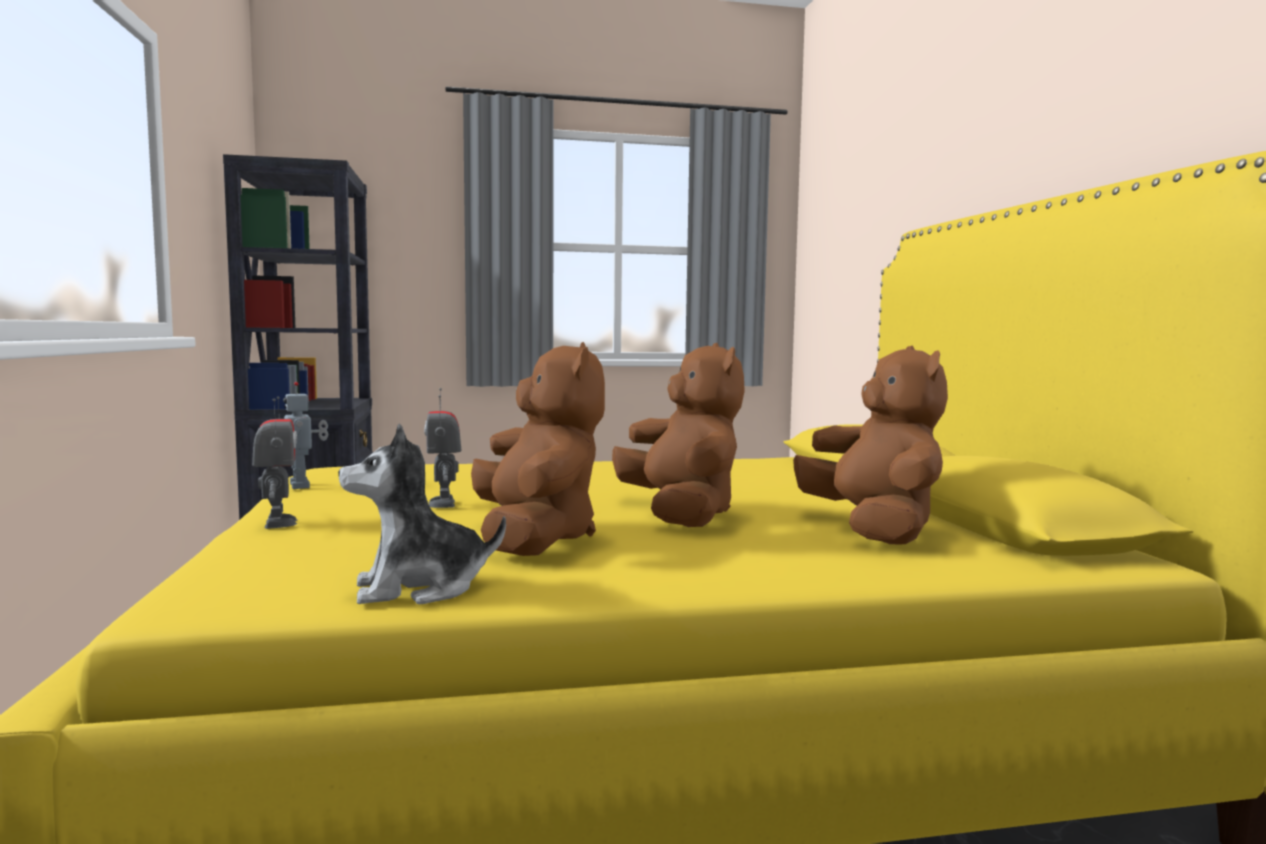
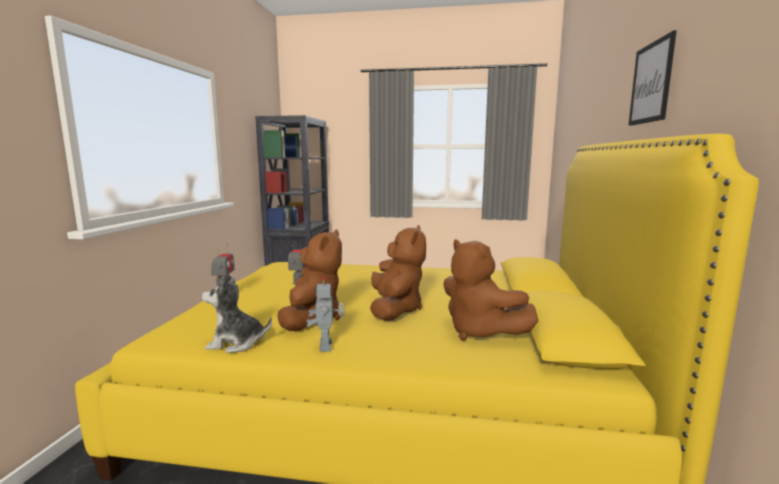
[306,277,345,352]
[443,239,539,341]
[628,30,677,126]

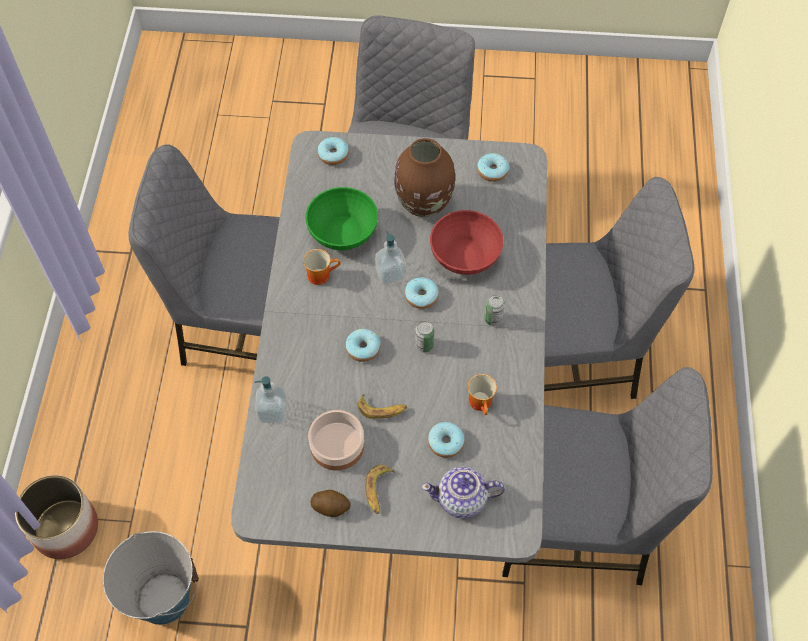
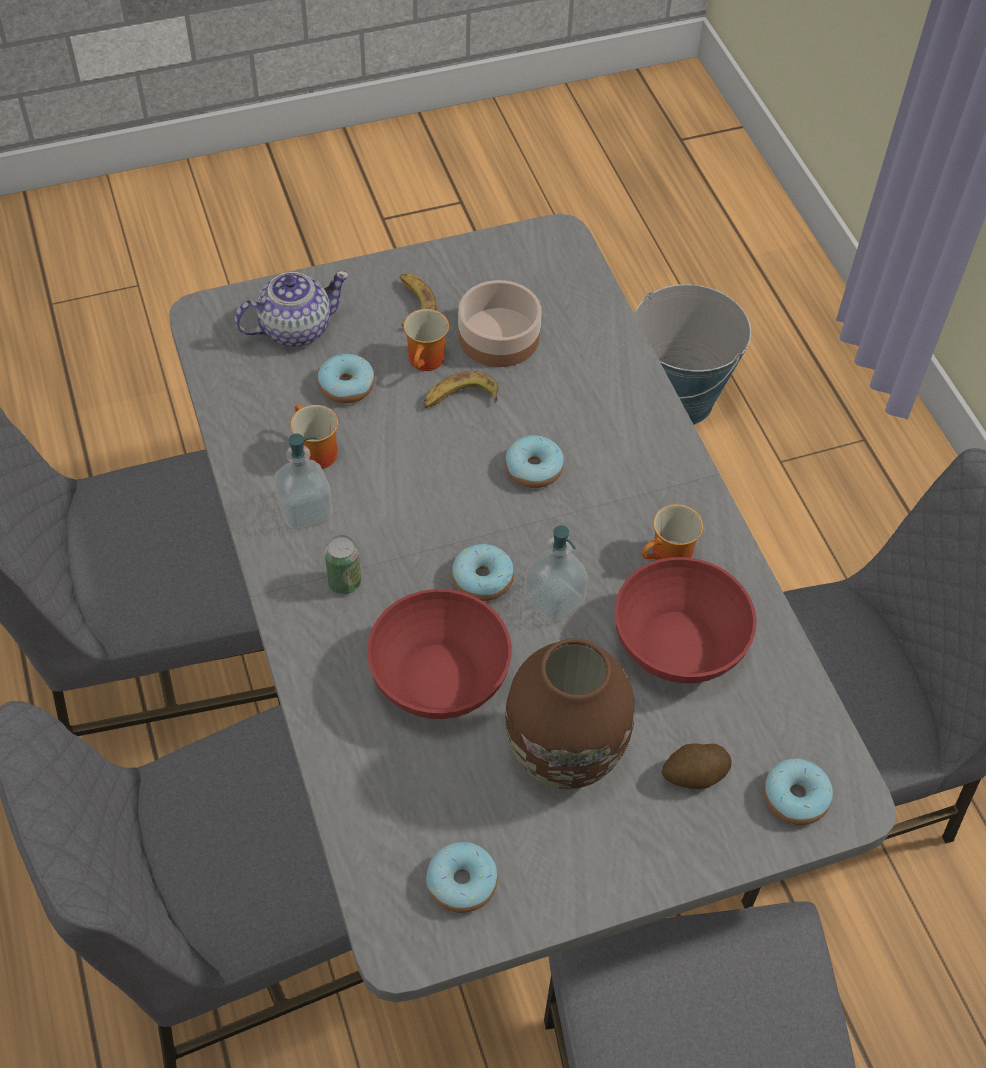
[15,475,98,559] (first image)
[274,434,333,530]
[614,557,757,683]
[662,743,732,789]
[415,321,434,352] (first image)
[403,309,449,371]

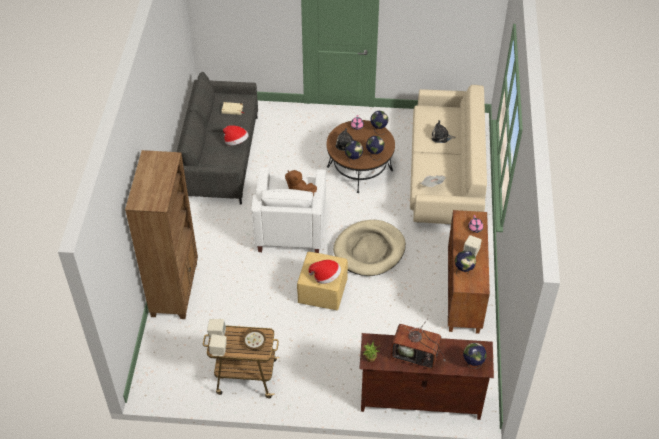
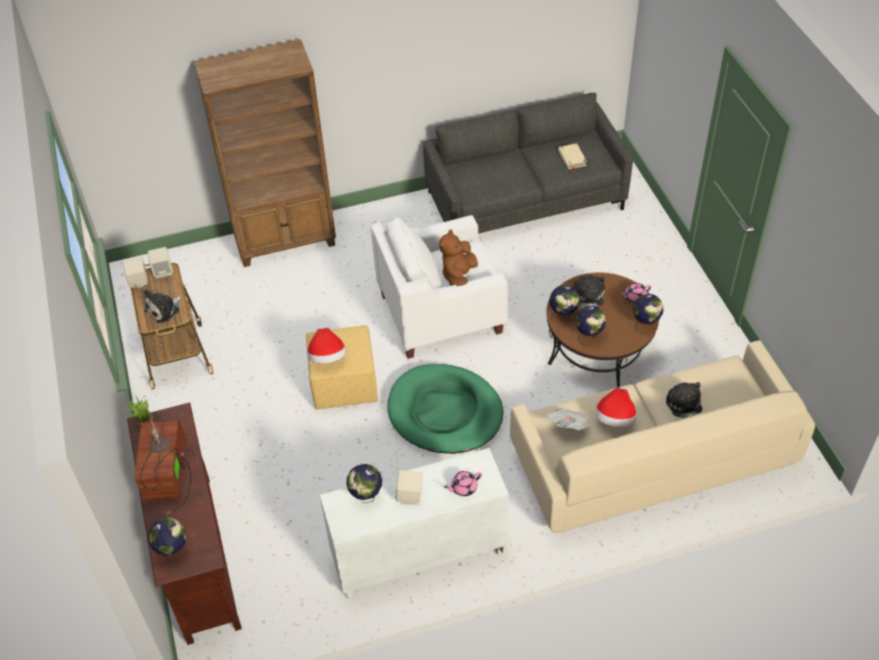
[595,388,636,427]
[145,289,182,323]
[387,364,504,454]
[320,448,509,599]

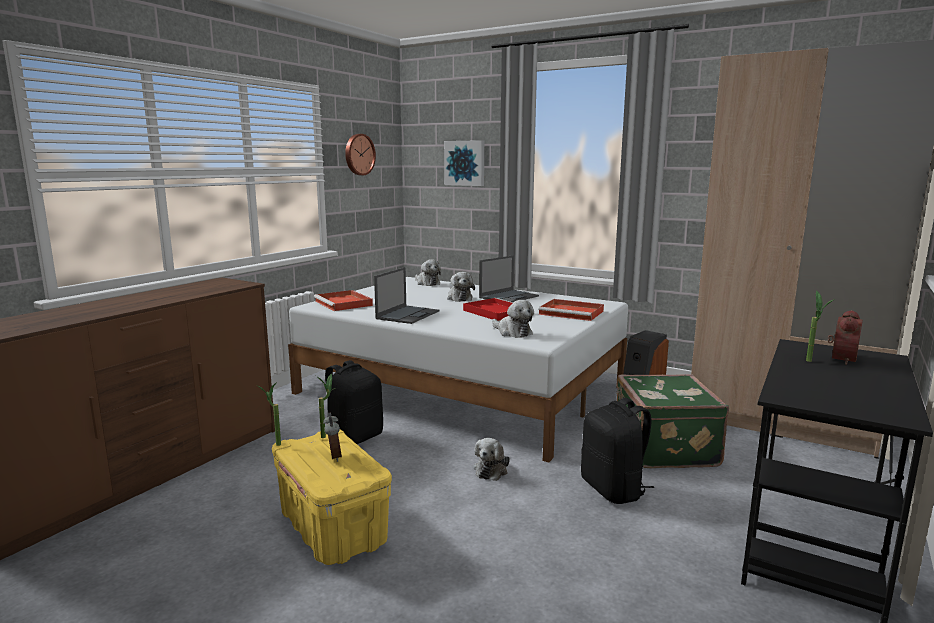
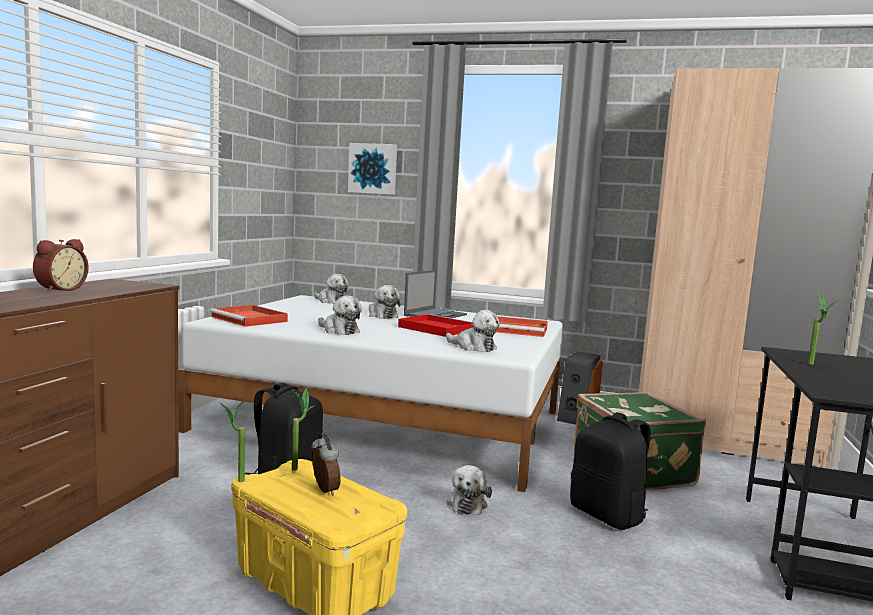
[345,134,376,175] (first image)
[318,295,362,335]
[33,239,89,292]

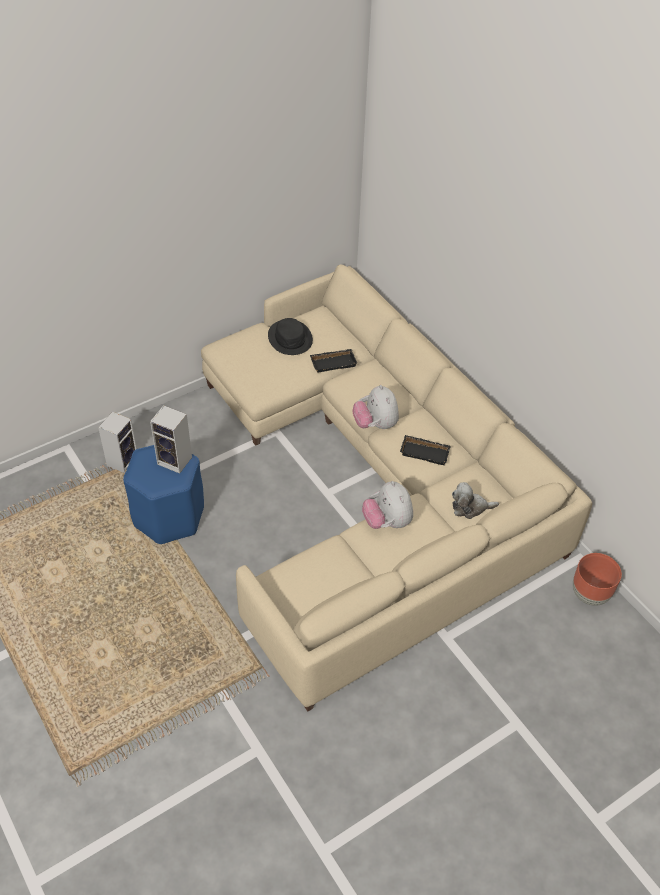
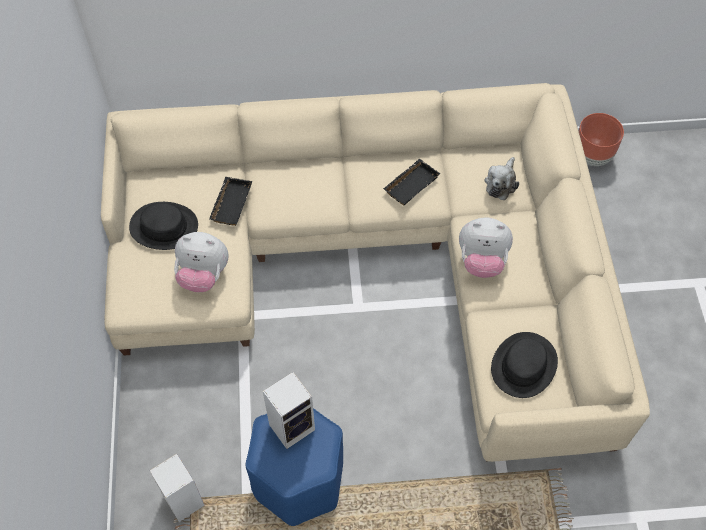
[174,232,229,292]
[491,332,558,398]

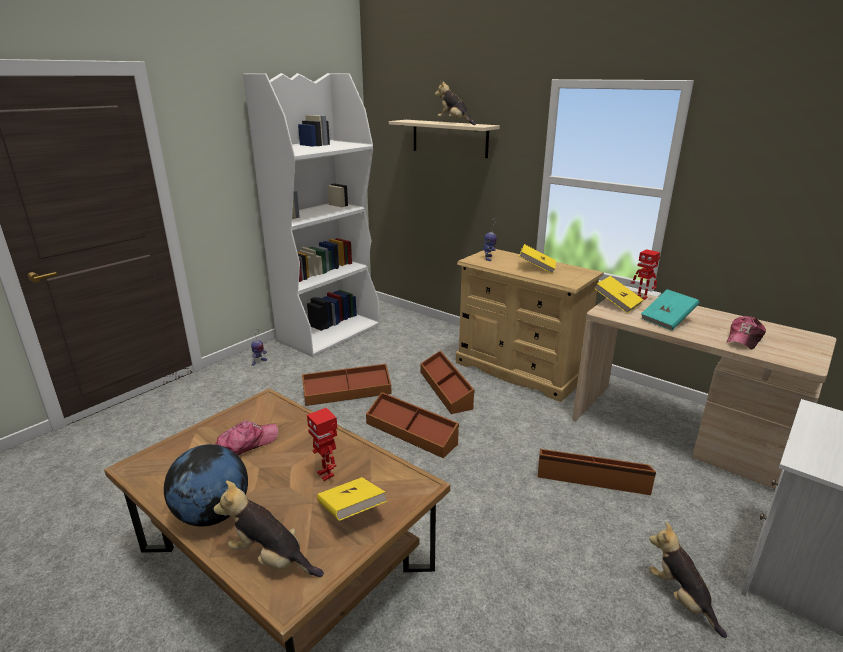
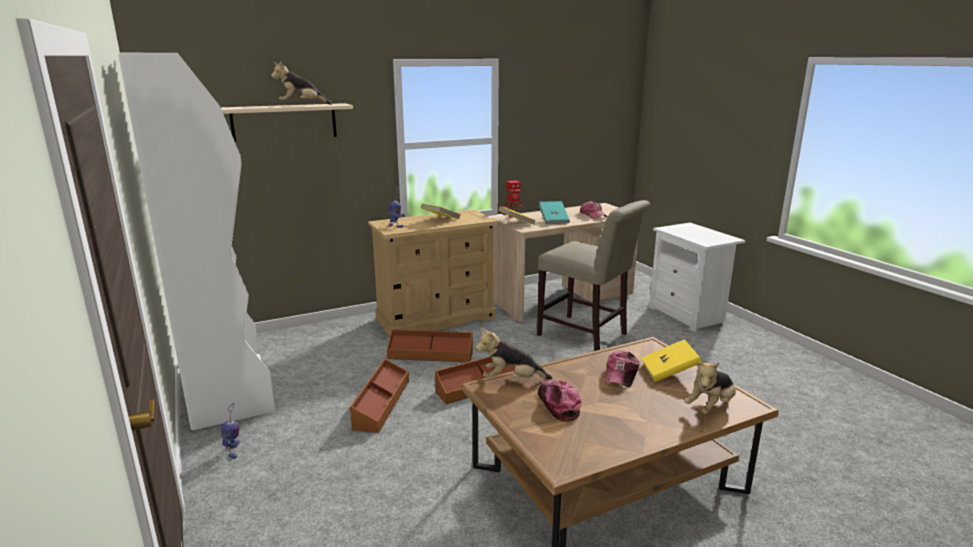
[164,444,248,526] (first image)
[605,351,639,388]
[537,200,650,351]
[476,328,552,379]

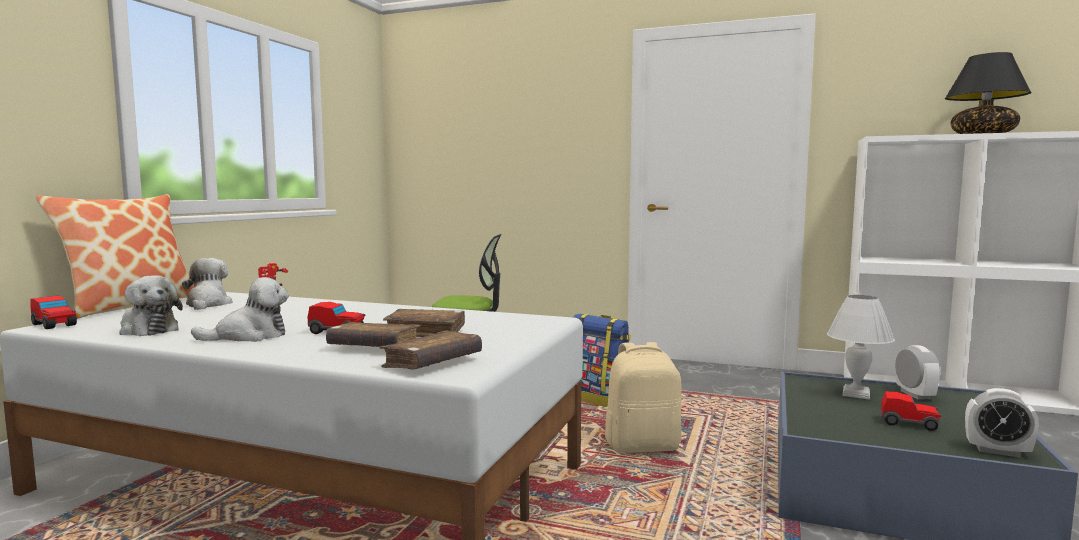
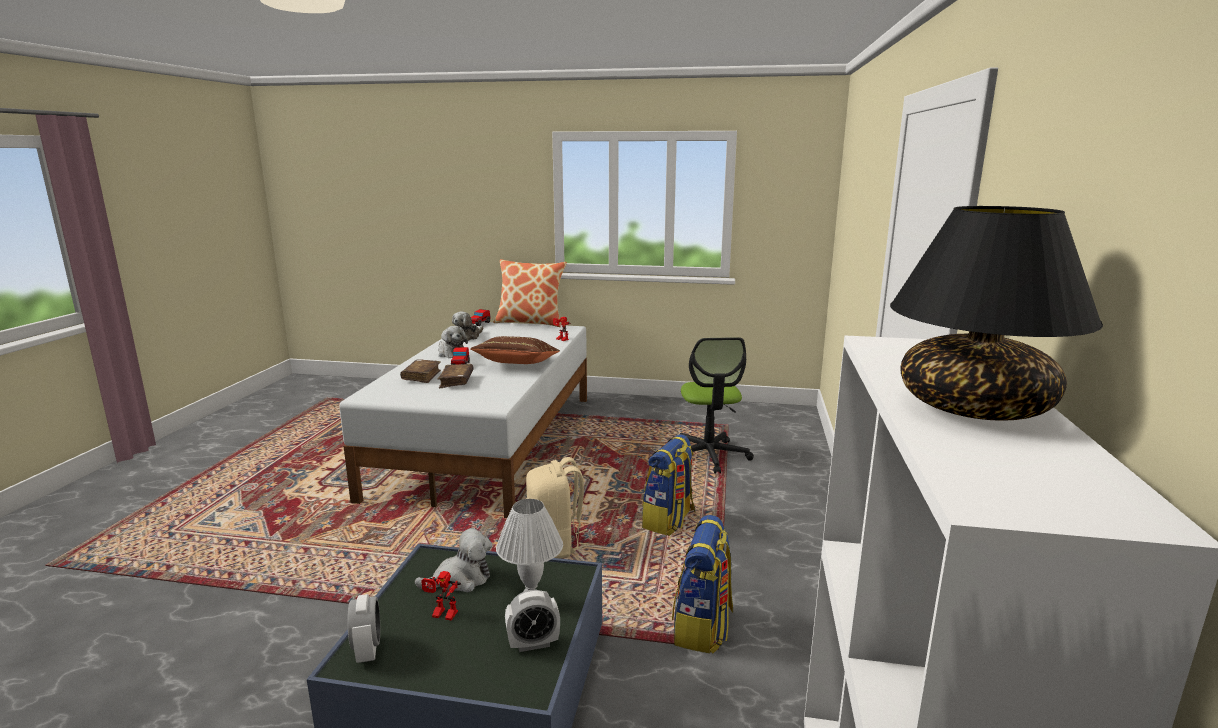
[414,528,492,593]
[379,331,482,369] (first image)
[421,571,461,620]
[347,594,380,663]
[470,336,560,364]
[672,515,733,654]

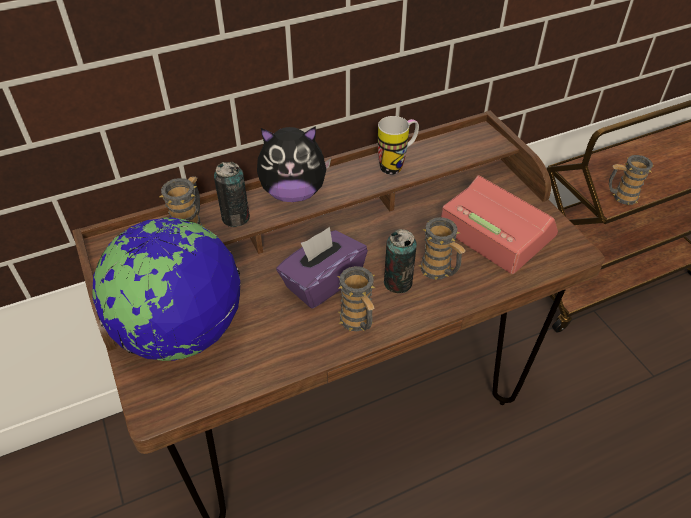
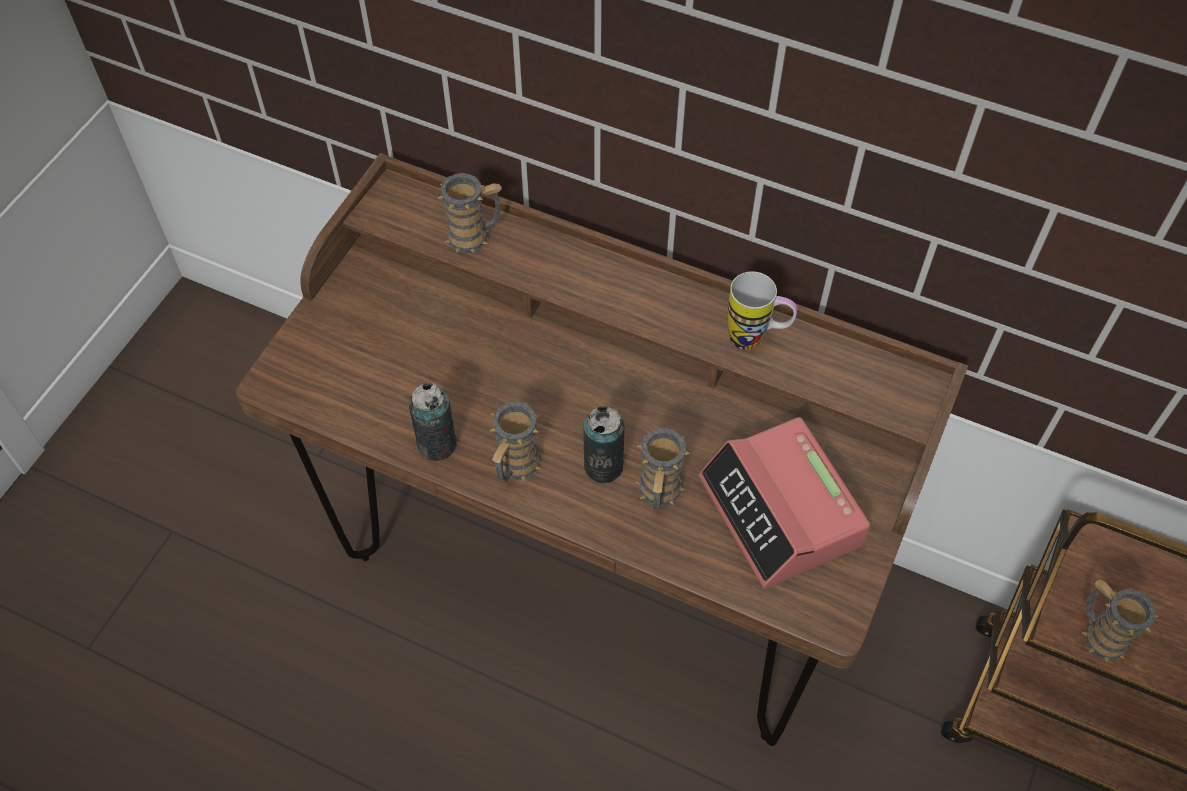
[92,218,240,361] (first image)
[409,383,457,461]
[257,126,331,202] (first image)
[276,227,368,308] (first image)
[698,417,870,588]

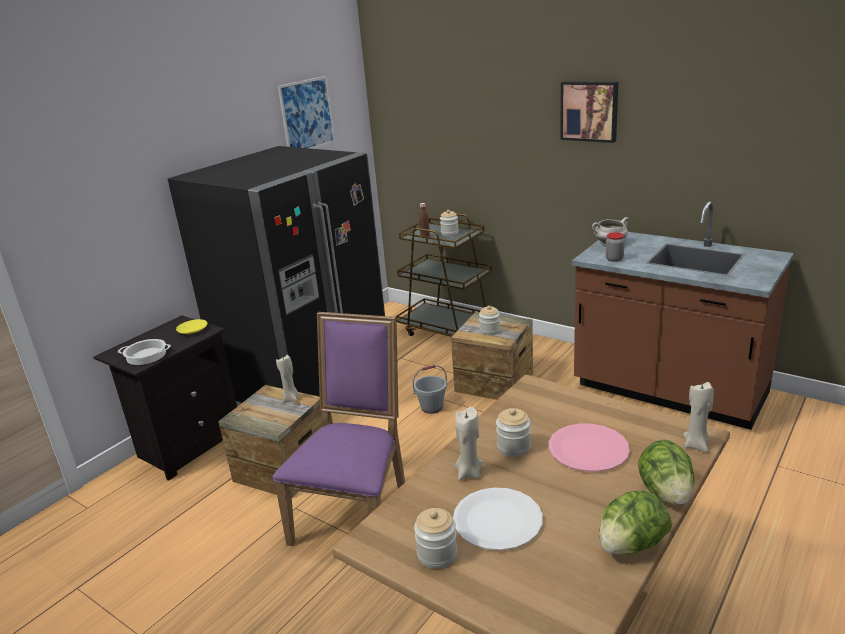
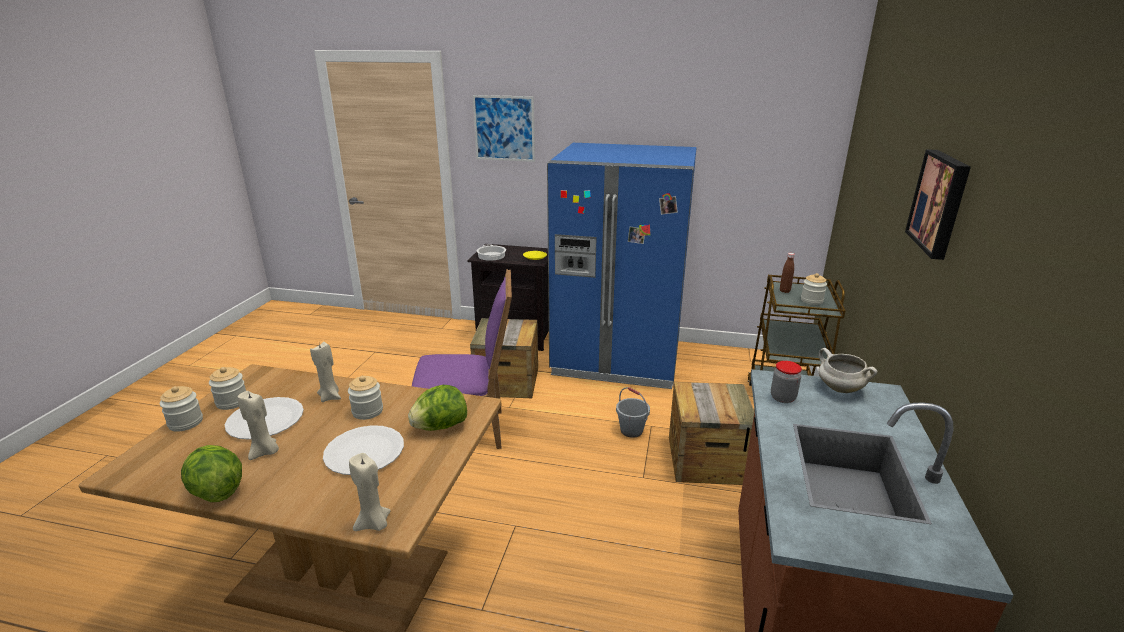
[547,143,696,389]
[237,391,279,460]
[473,95,535,162]
[160,386,203,432]
[323,425,404,475]
[408,385,467,431]

